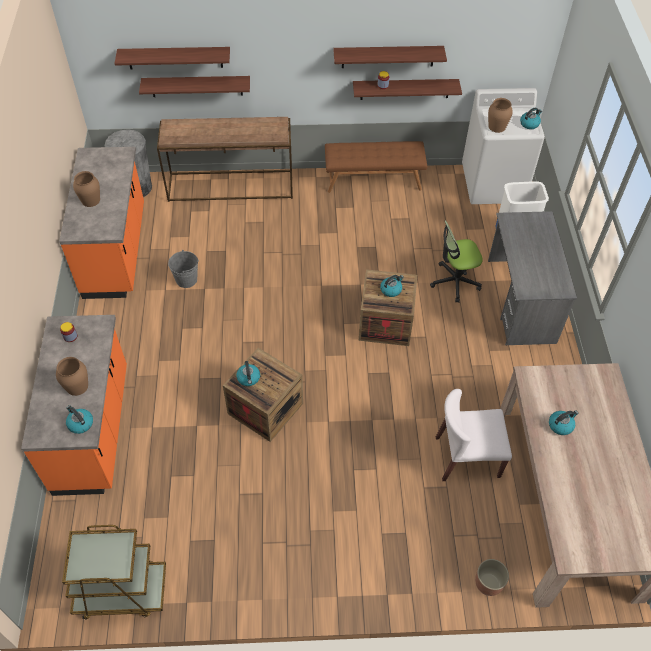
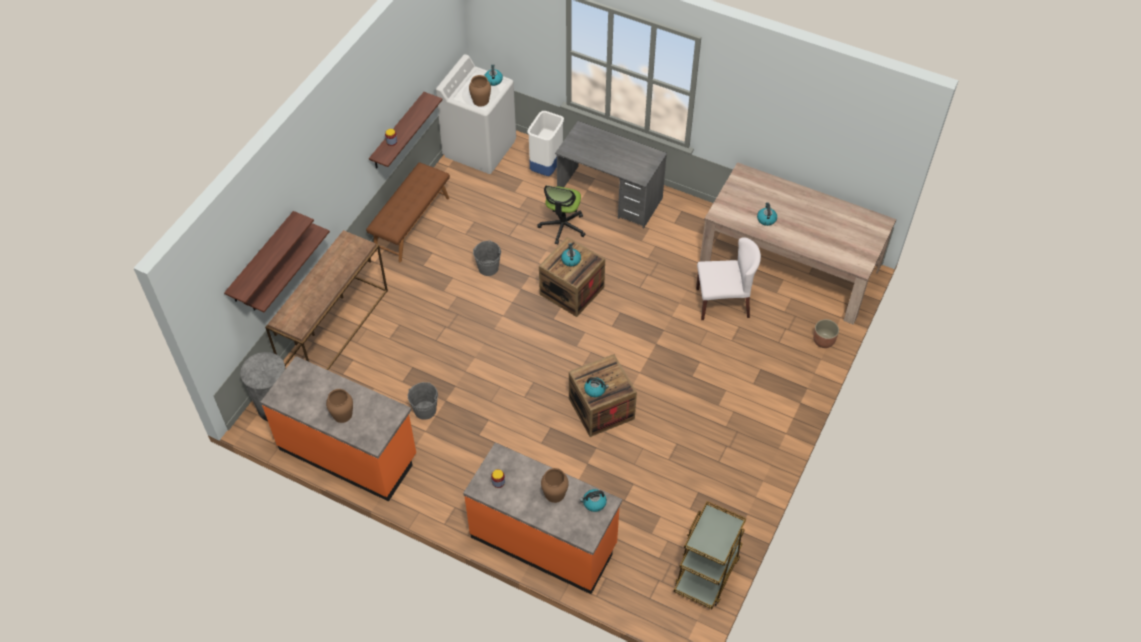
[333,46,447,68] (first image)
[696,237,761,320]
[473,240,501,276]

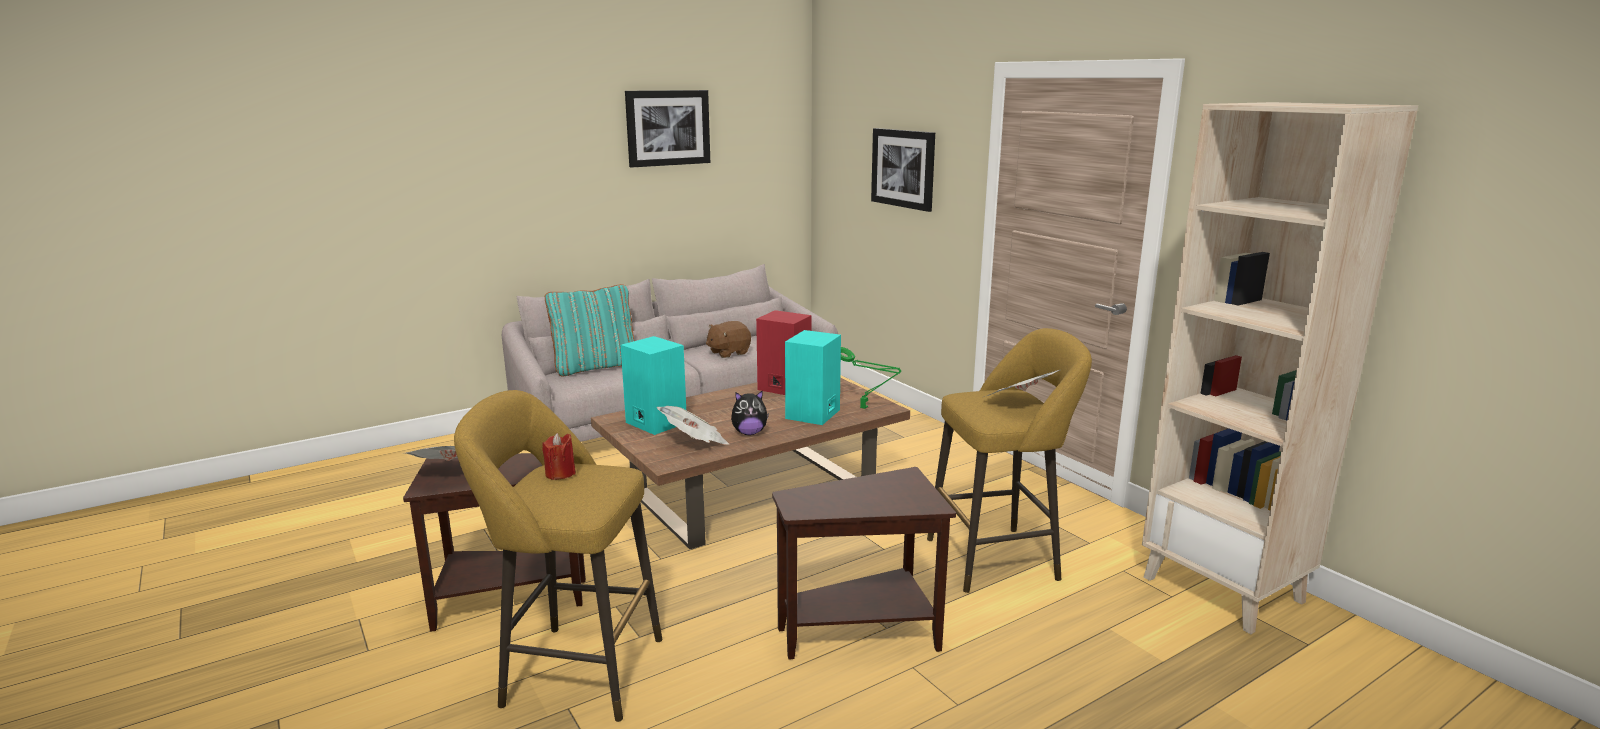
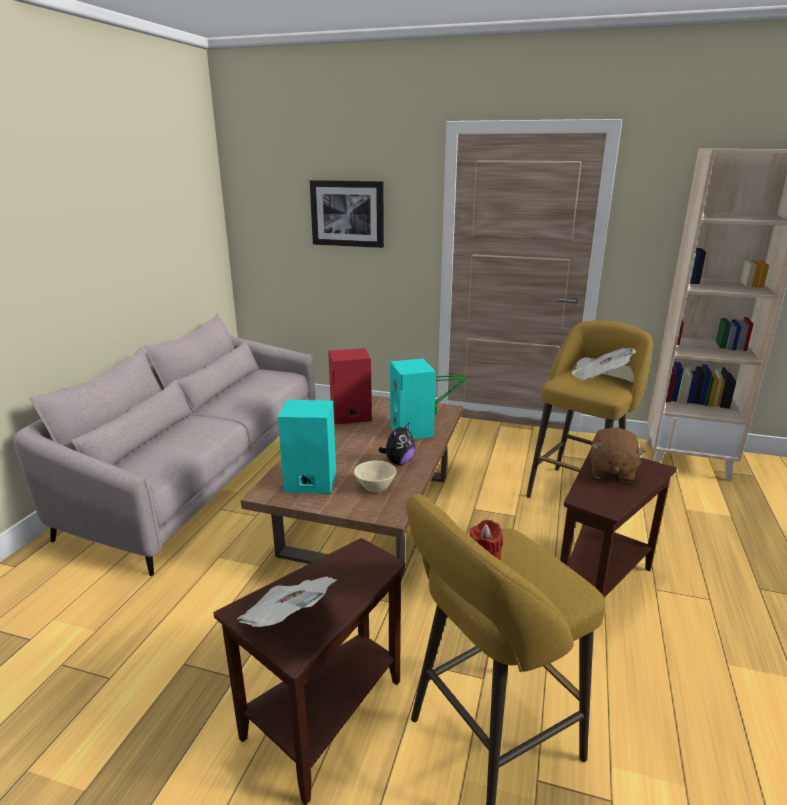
[545,284,635,376] (first image)
[625,90,710,168] (first image)
[354,461,396,492]
[591,428,646,483]

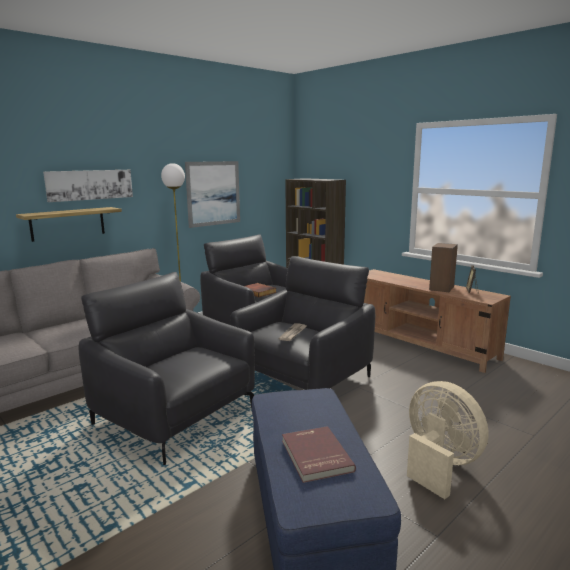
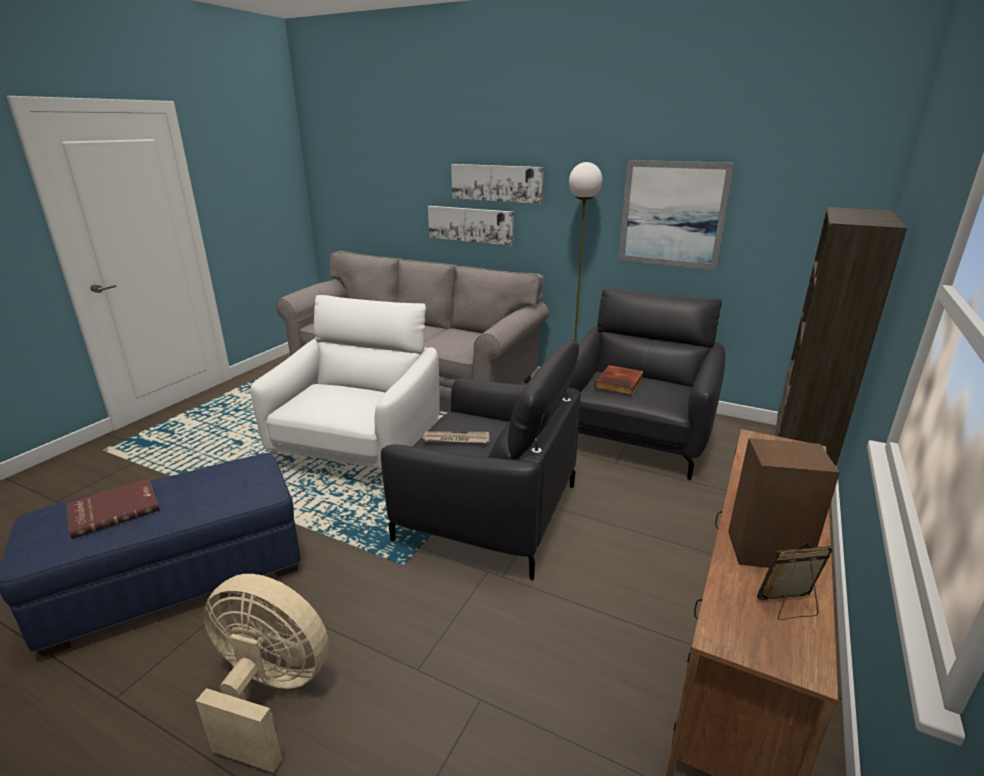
[428,206,514,246]
[250,295,440,470]
[196,574,329,773]

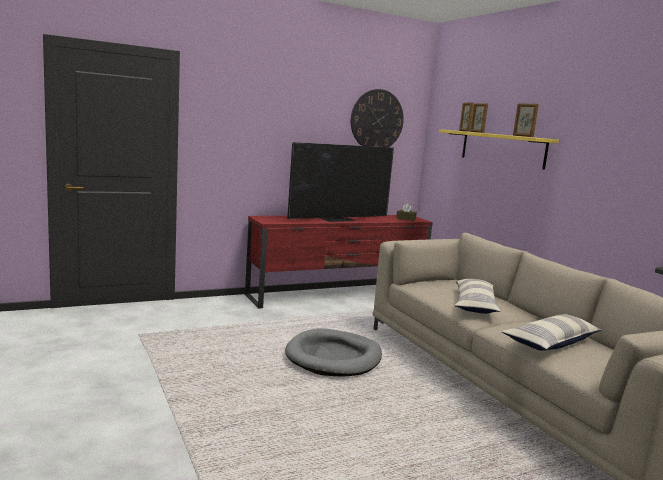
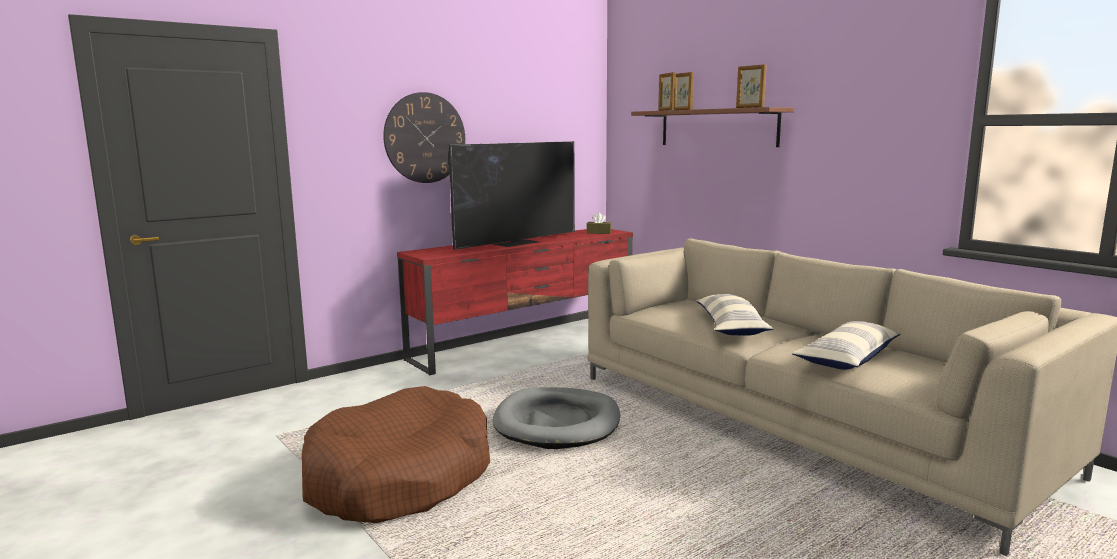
[383,92,465,183]
[631,107,794,147]
[302,386,490,523]

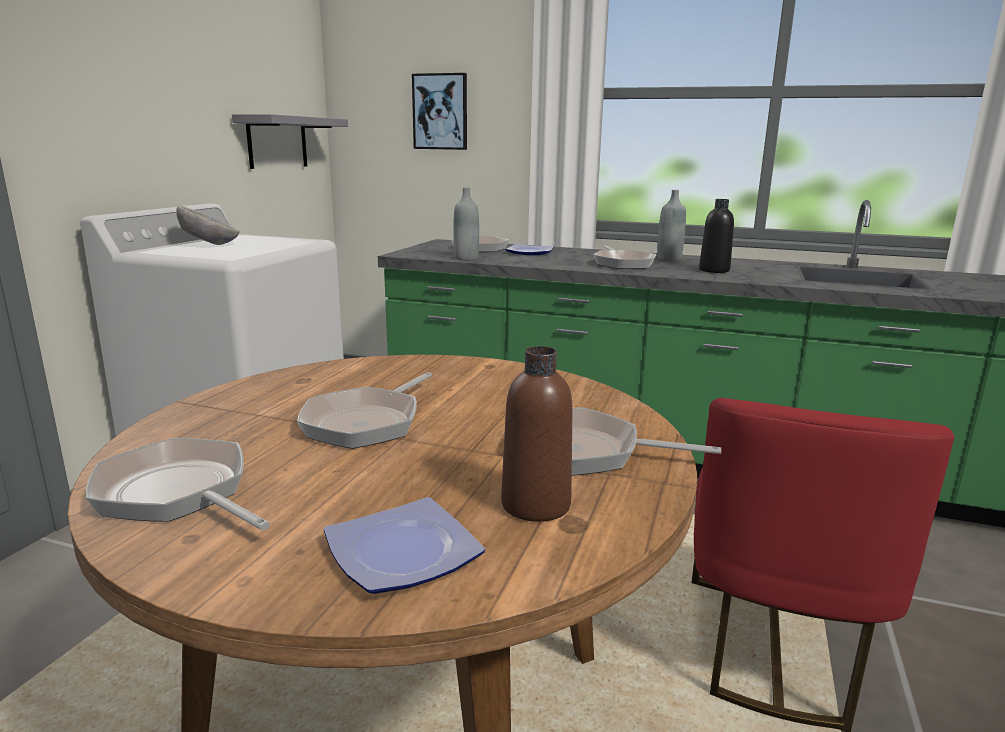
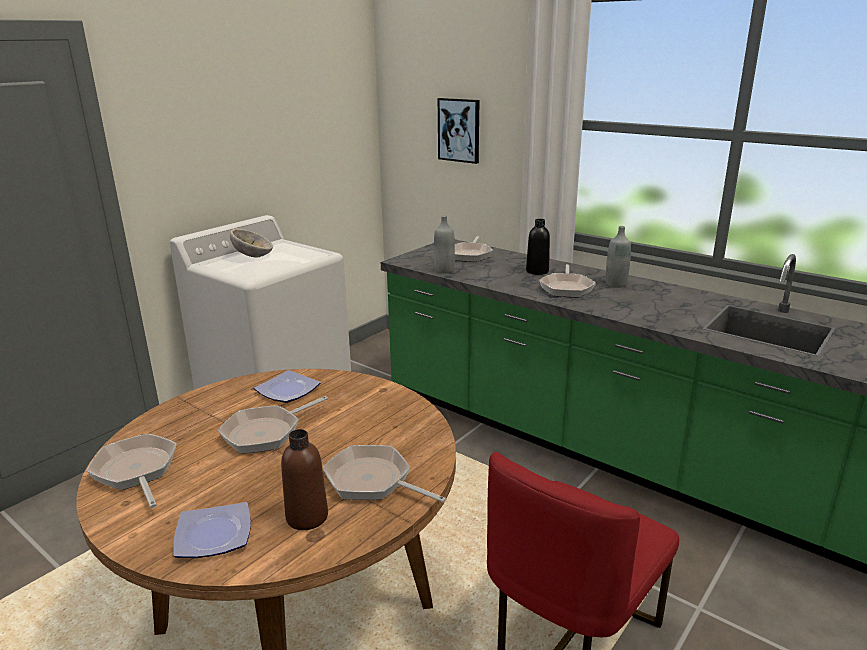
[232,114,348,169] (first image)
[254,370,321,403]
[526,219,550,275]

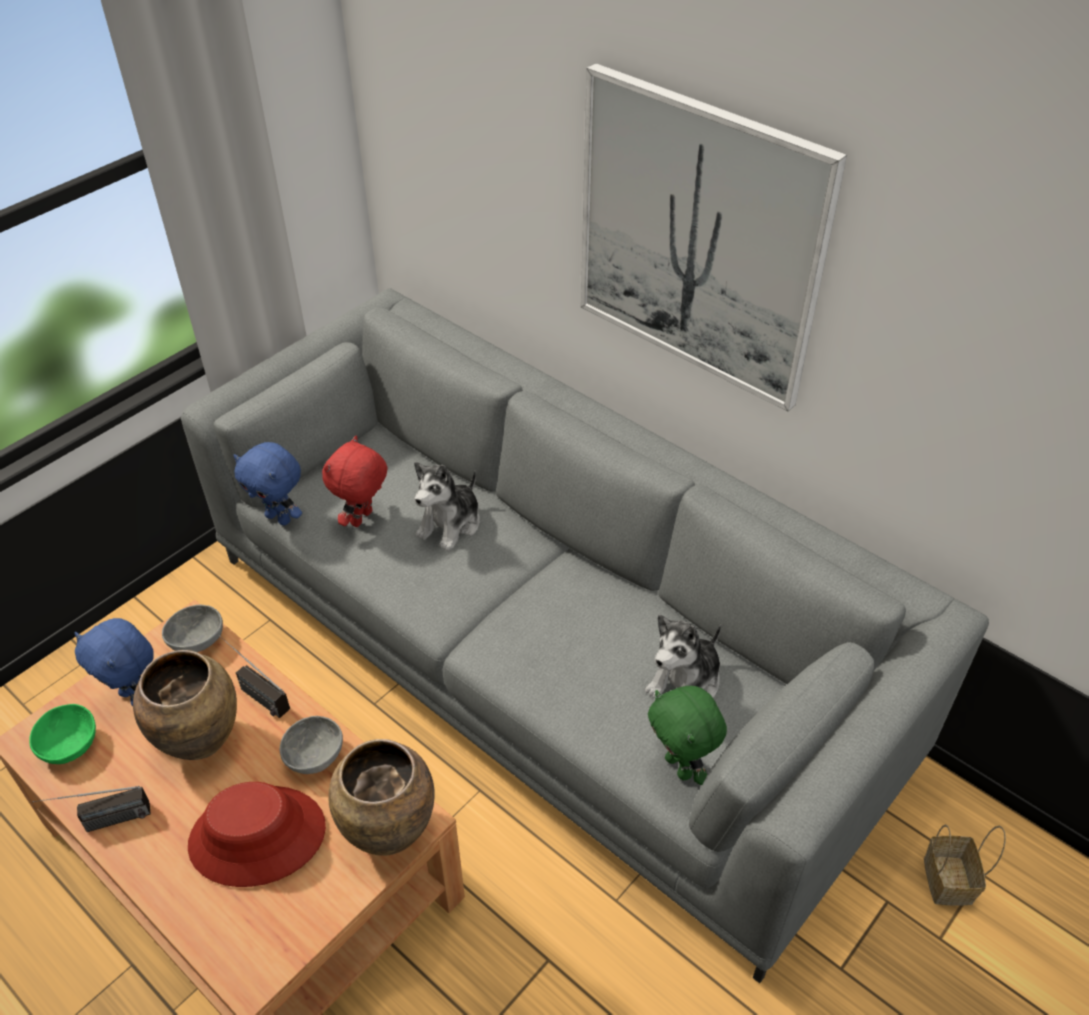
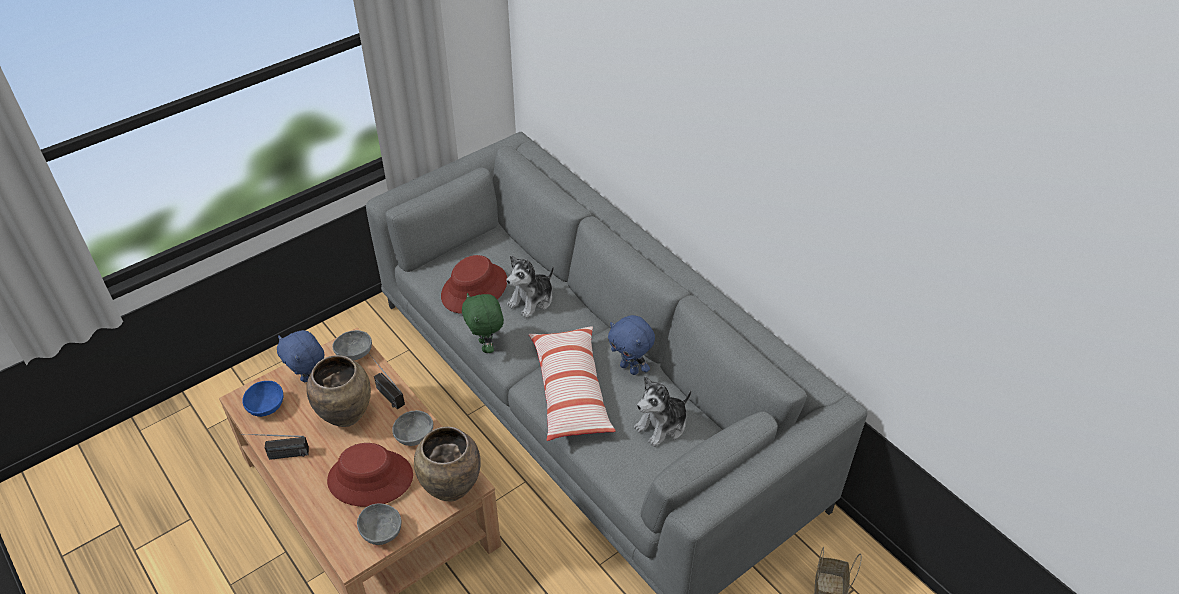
[242,381,283,417]
[608,315,655,375]
[441,255,507,314]
[581,63,847,411] (first image)
[462,293,504,353]
[357,503,402,545]
[529,326,616,441]

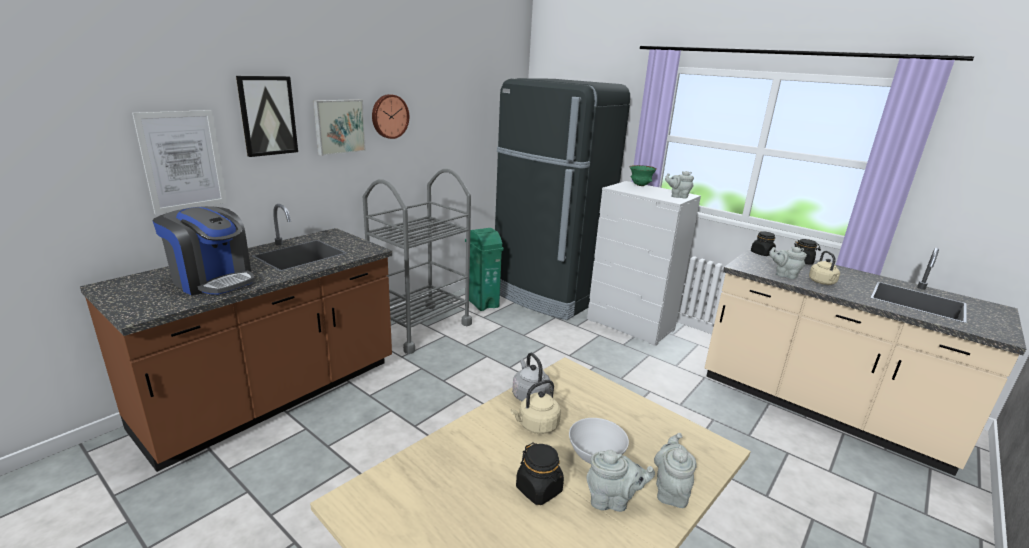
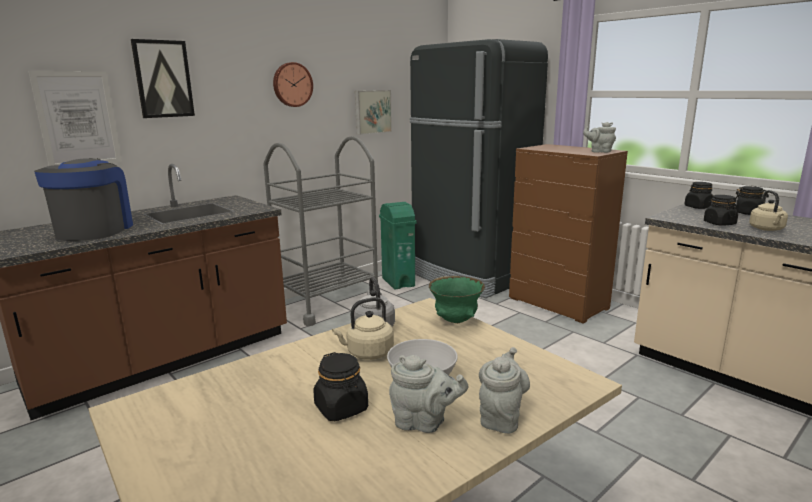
[34,158,133,241]
[355,90,392,135]
[509,144,628,324]
[429,276,485,323]
[704,195,738,226]

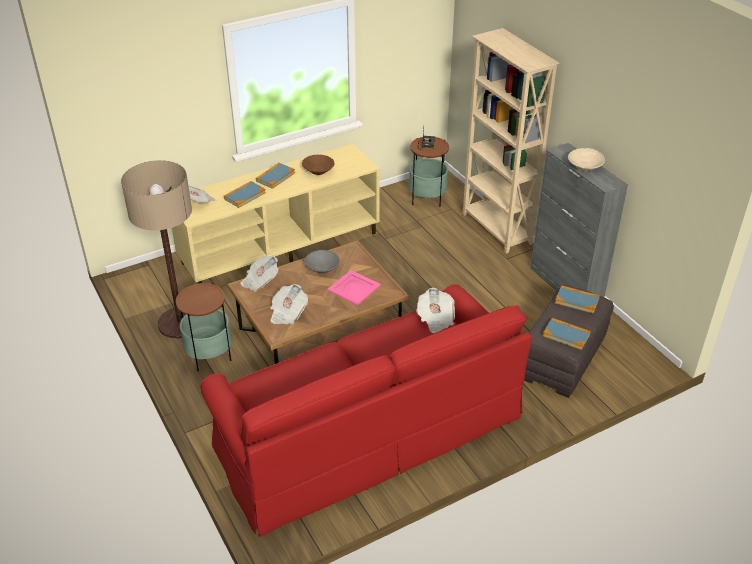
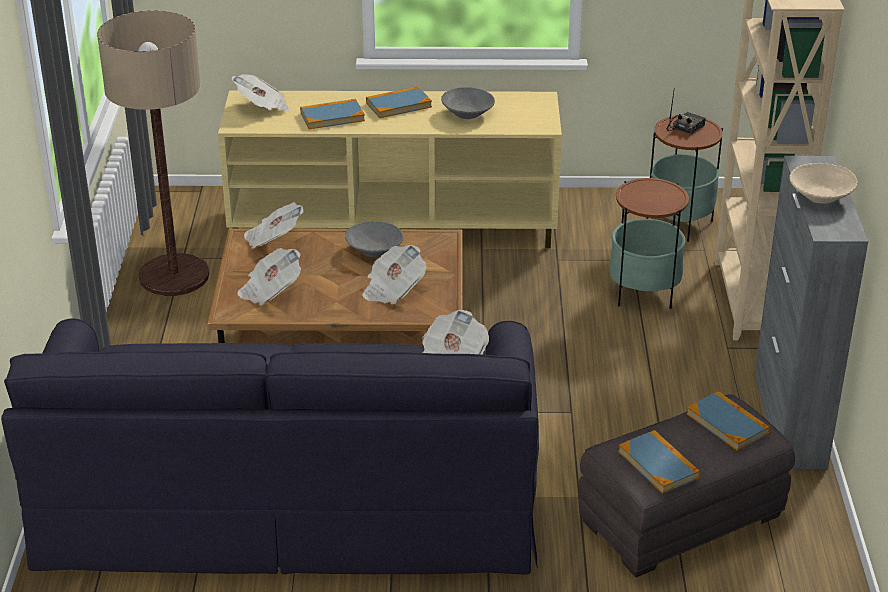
[609,178,689,309]
[1,319,539,575]
[441,87,495,119]
[362,245,426,304]

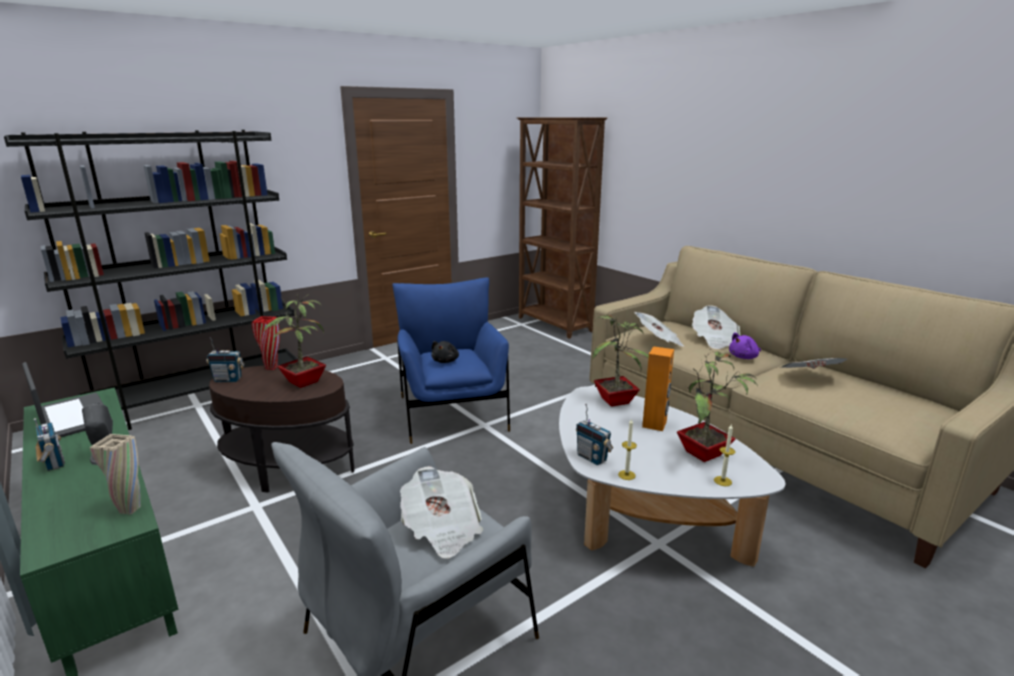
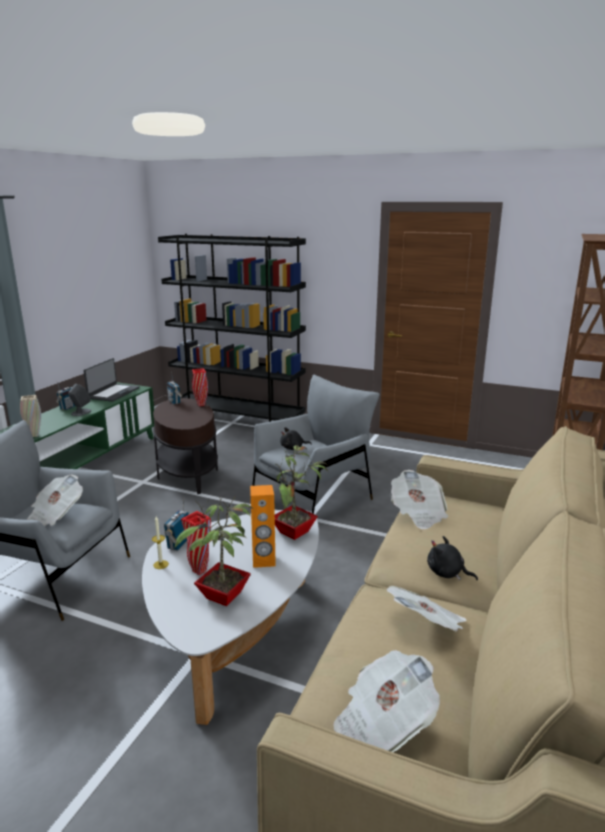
[263,294,326,388] (first image)
[252,375,380,514]
[333,650,440,752]
[714,424,735,486] (first image)
[427,536,478,580]
[181,511,211,575]

